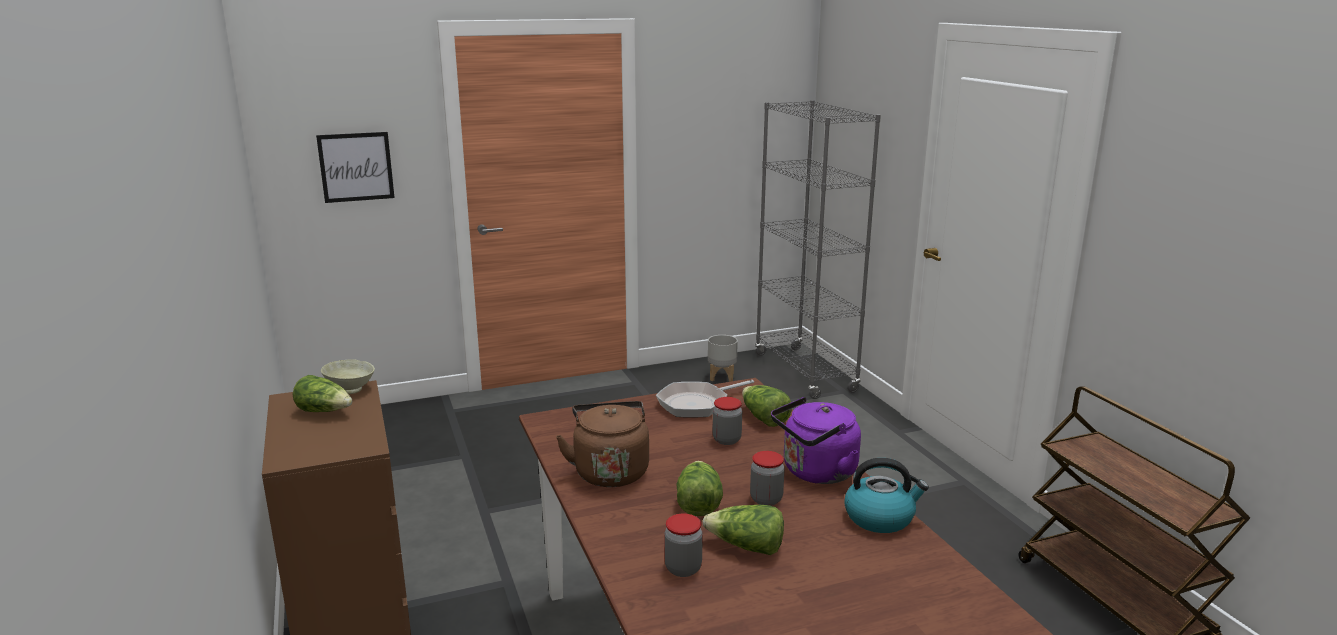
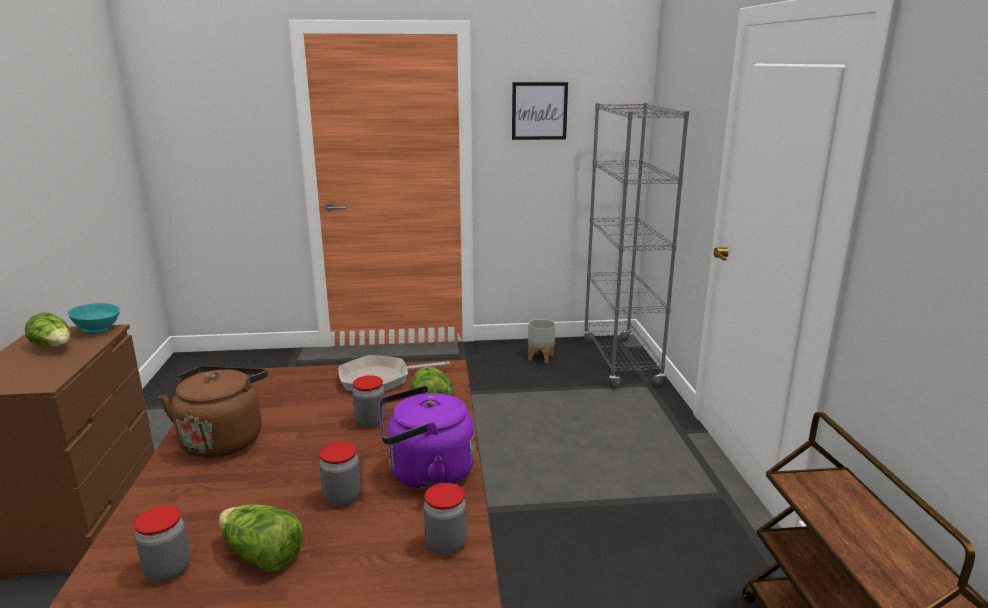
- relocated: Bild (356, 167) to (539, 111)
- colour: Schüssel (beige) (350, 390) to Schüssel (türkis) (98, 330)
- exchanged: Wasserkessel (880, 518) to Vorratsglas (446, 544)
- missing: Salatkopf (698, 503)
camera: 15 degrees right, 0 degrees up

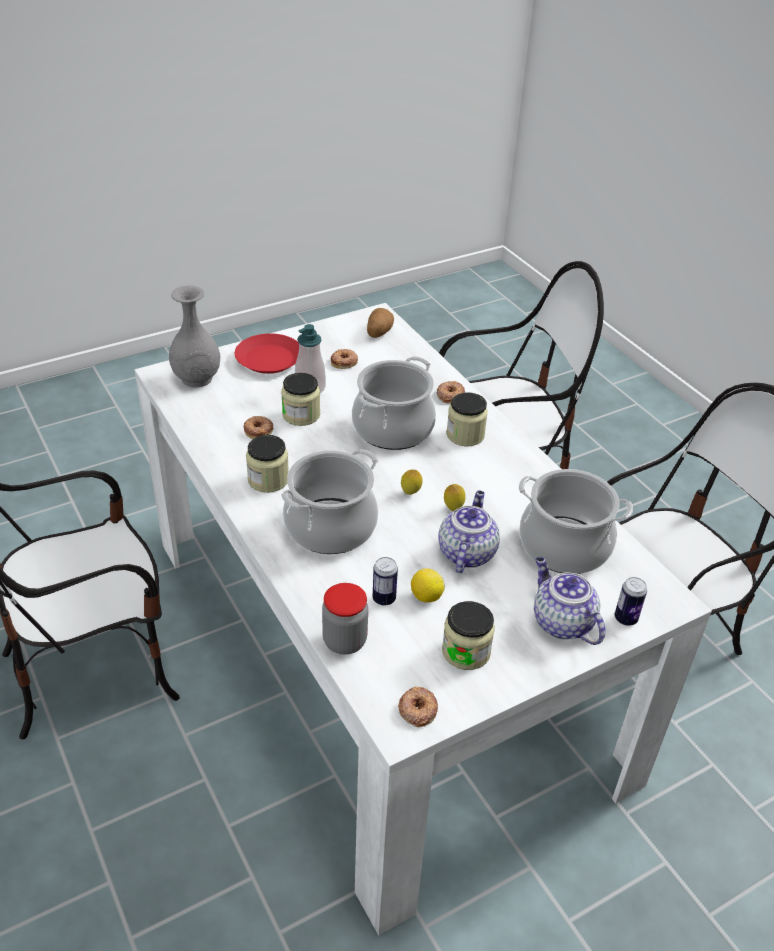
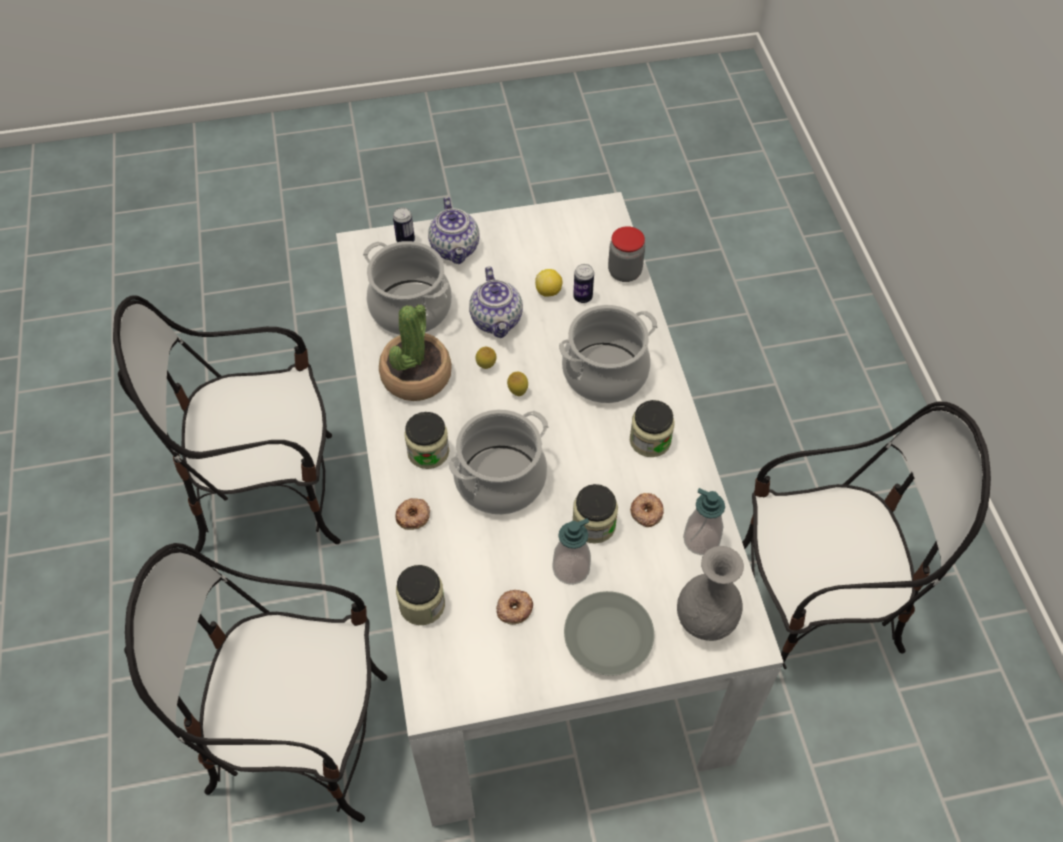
- missing: Kartoffel (378, 333)
- colour: Teller (rot) (270, 359) to Teller (grau) (607, 637)
- spun: Teekanne (466, 552) = (497, 321) 45 degrees counterclockwise
- relocated: Vorratsglas (466, 651) to (422, 605)
- missing: Donut (417, 709)
- appeared: Topfpflanze (416, 376)
- appeared: Seifenspender (701, 540)
camera: 160 degrees left, 15 degrees up

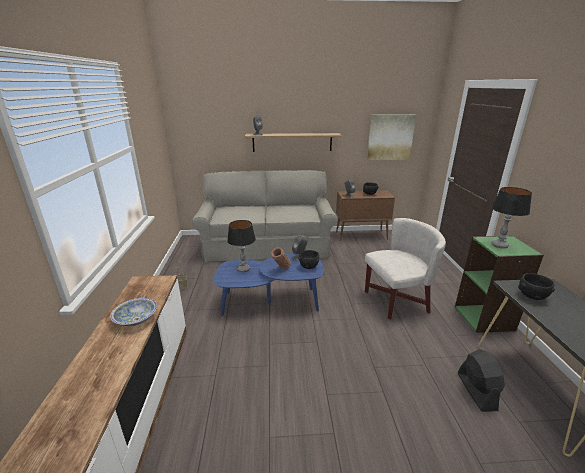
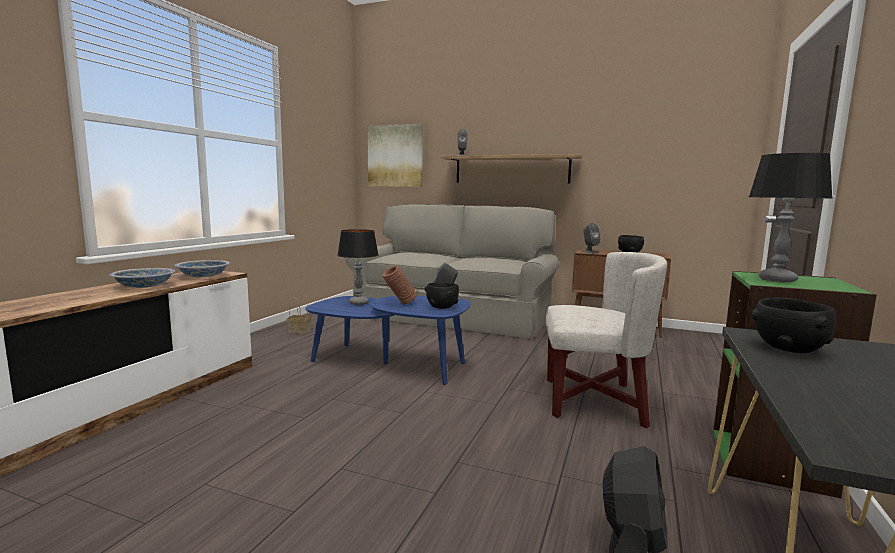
- relocated: Bild (390, 137) to (395, 156)
- appeared: Schüssel (203, 276)
camera: 25 degrees right, 15 degrees down

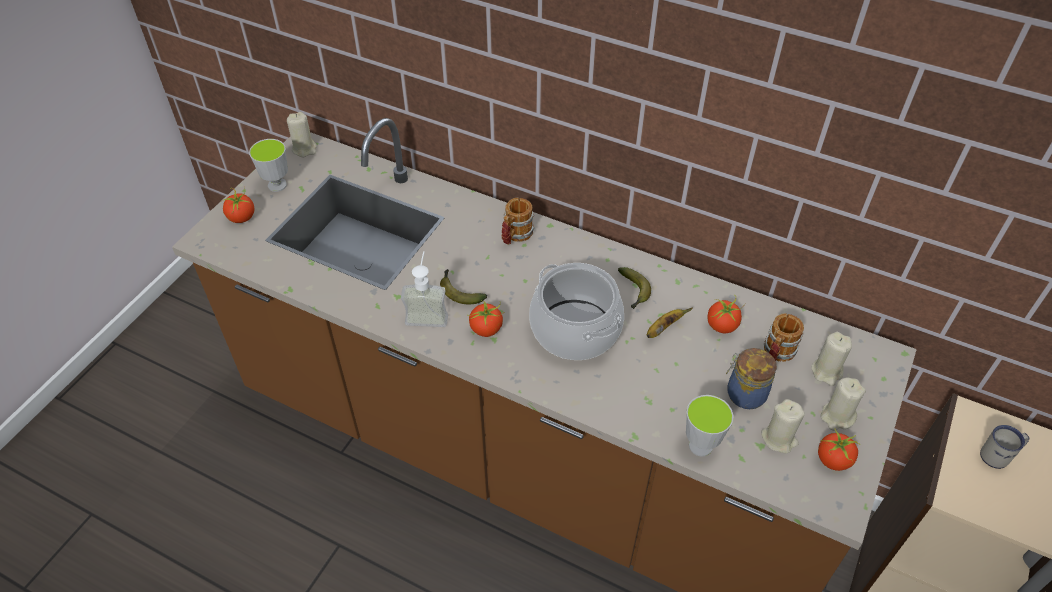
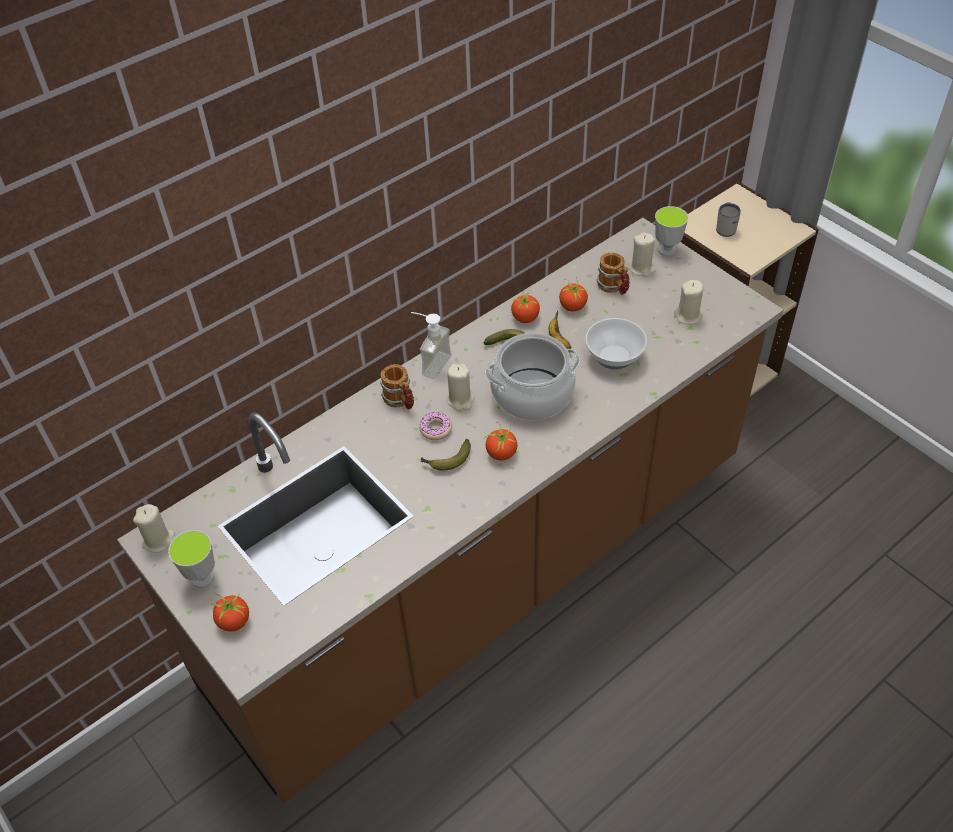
- relocated: Seifenspender (427, 313) to (430, 363)
- missing: Vorratsglas (744, 394)
- relocated: Kerze (beige) (837, 417) to (460, 400)
- relocated: Tasse (700, 446) to (667, 250)
- relocated: Tomate (833, 460) to (525, 318)
- appeared: Schüssel (614, 358)
- appeared: Donut (436, 429)
camera: 65 degrees left, 0 degrees up

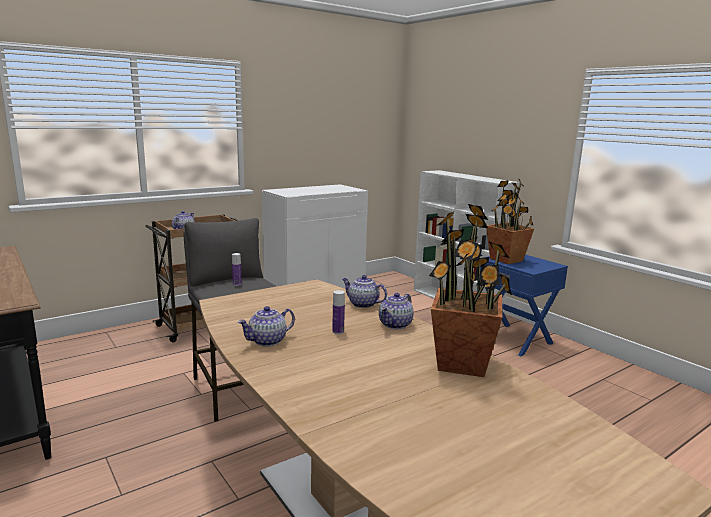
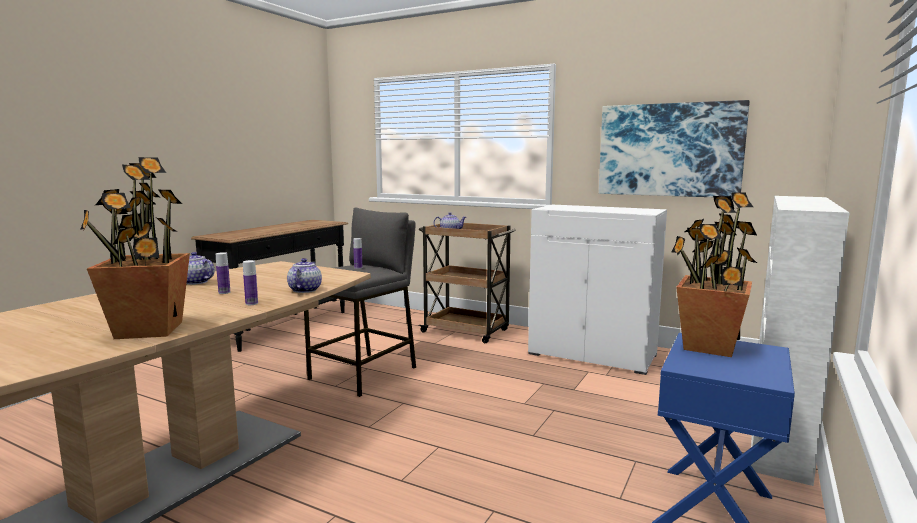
- exchanged: Teekanne (396, 324) to Flasche (251, 303)
- appeared: Bild (669, 150)
camera: 65 degrees right, 5 degrees down

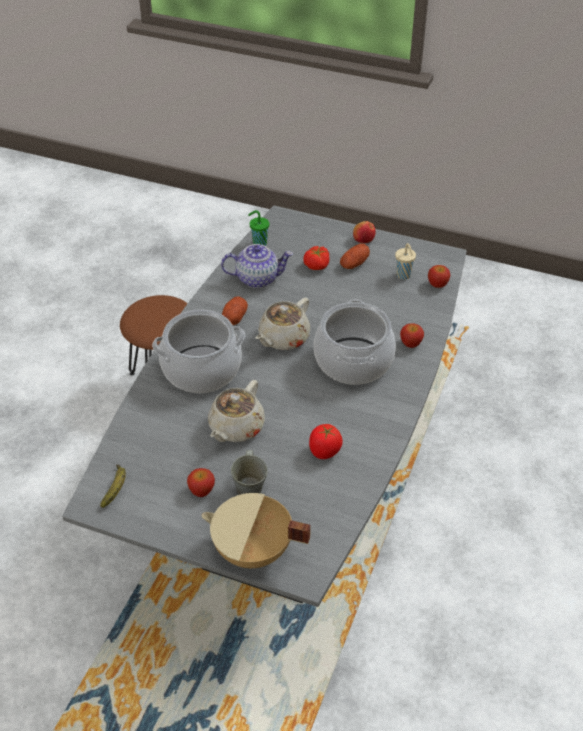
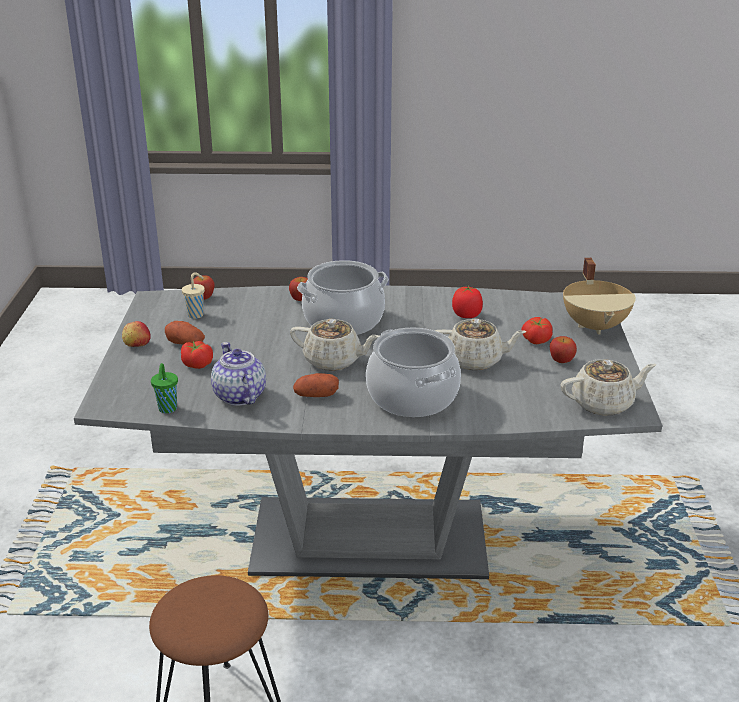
- exchanged: Henkelbecher (grau) (249, 487) to Tomate (535, 340)
- exchanged: Banane (116, 488) to Teekanne (beige) (603, 403)
camera: 110 degrees left, 15 degrees down

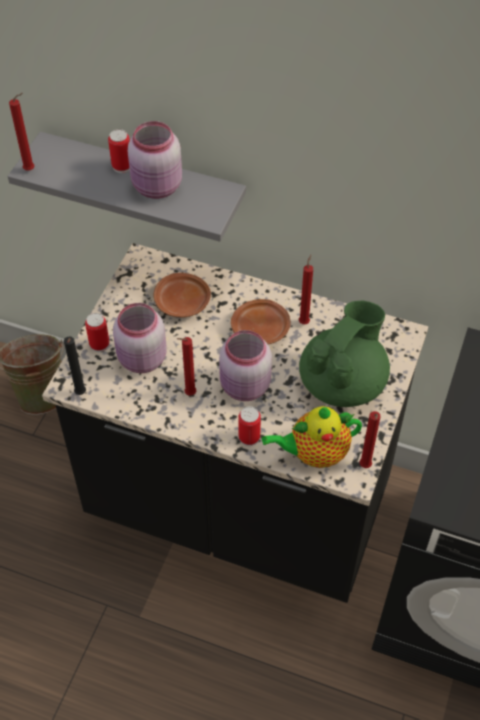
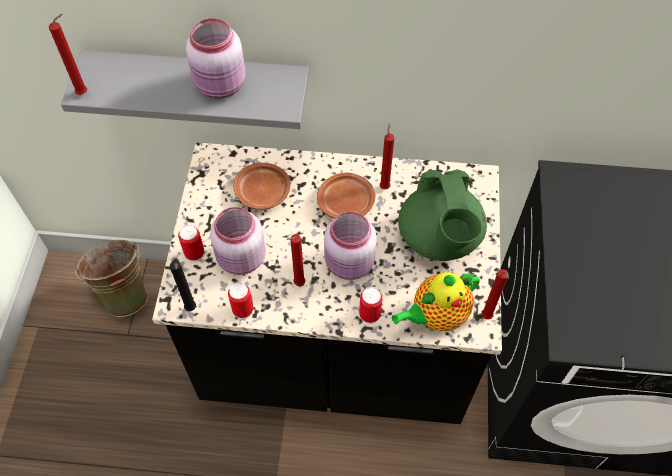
- relocated: Dose (122, 166) to (243, 309)
- spun: Teekanne (grün) (343, 382) = (439, 238) 150 degrees clockwise
camera: 15 degrees left, 5 degrees up

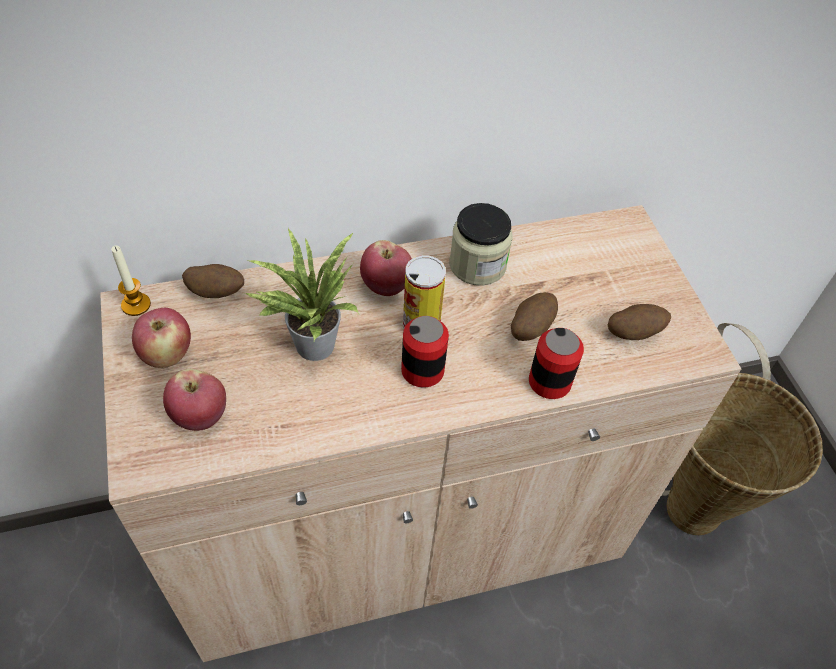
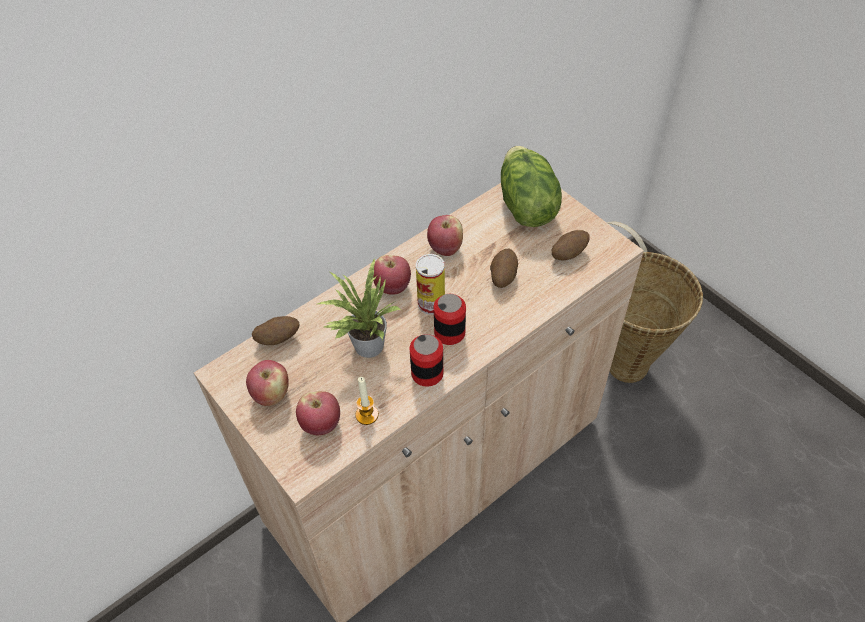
- exchanged: Vorratsglas (477, 265) to Apfel (445, 248)
- relocated: Kerze (136, 305) to (367, 415)
- relocated: Dose (549, 382) to (427, 373)
- appeared: Salatkopf (525, 206)
camera: 20 degrees left, 0 degrees up

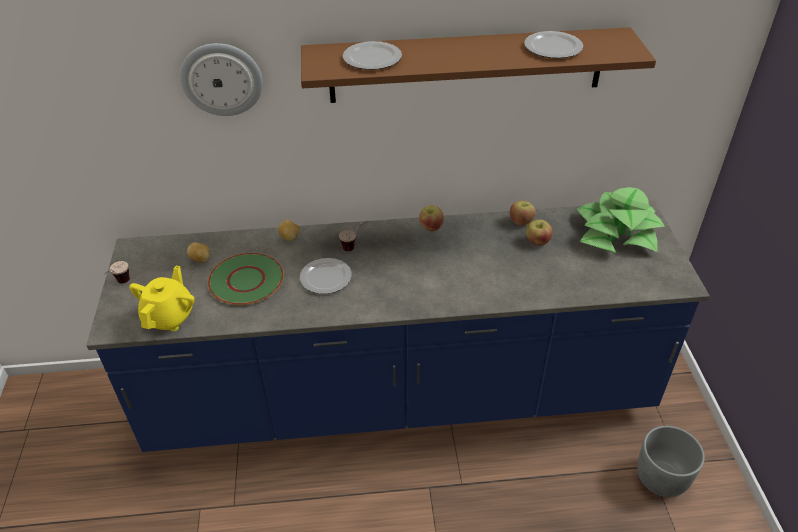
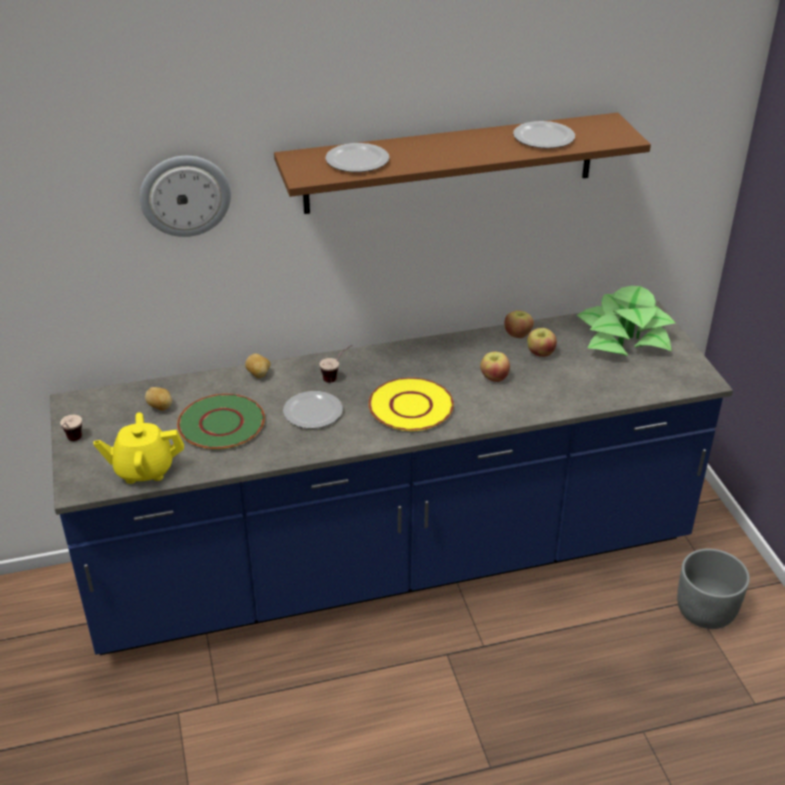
- relocated: Apfel (431, 227) to (494, 377)
- spun: Teekanne (gelb) (169, 317) = (144, 469) 105 degrees counterclockwise
- appeared: Teller (gelb) (411, 406)
camera: 10 degrees left, 5 degrees down

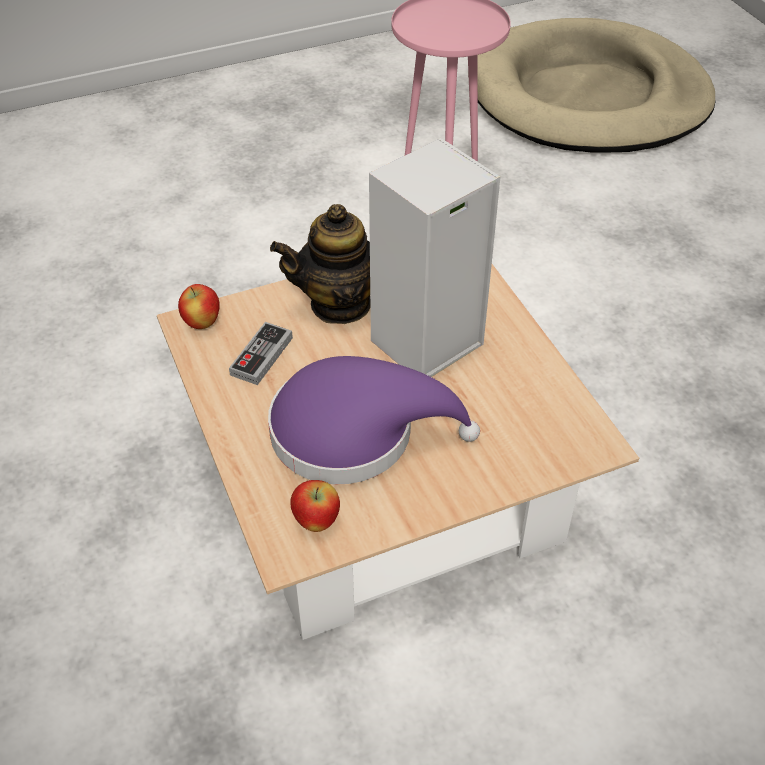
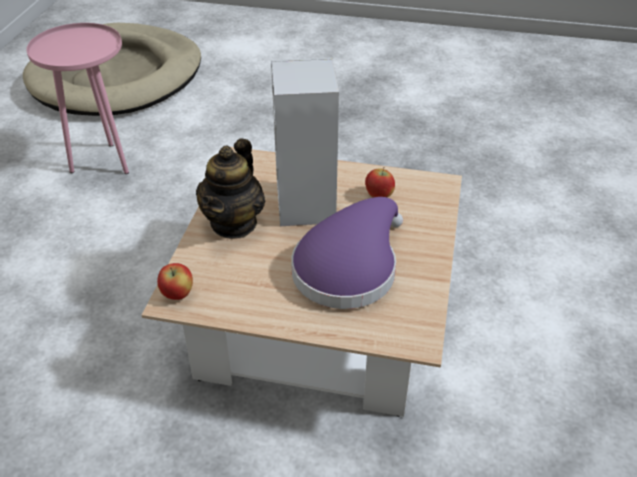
- missing: Gamepad (261, 356)
- relocated: Apfel (316, 521) to (379, 196)
camera: 55 degrees left, 5 degrees down

